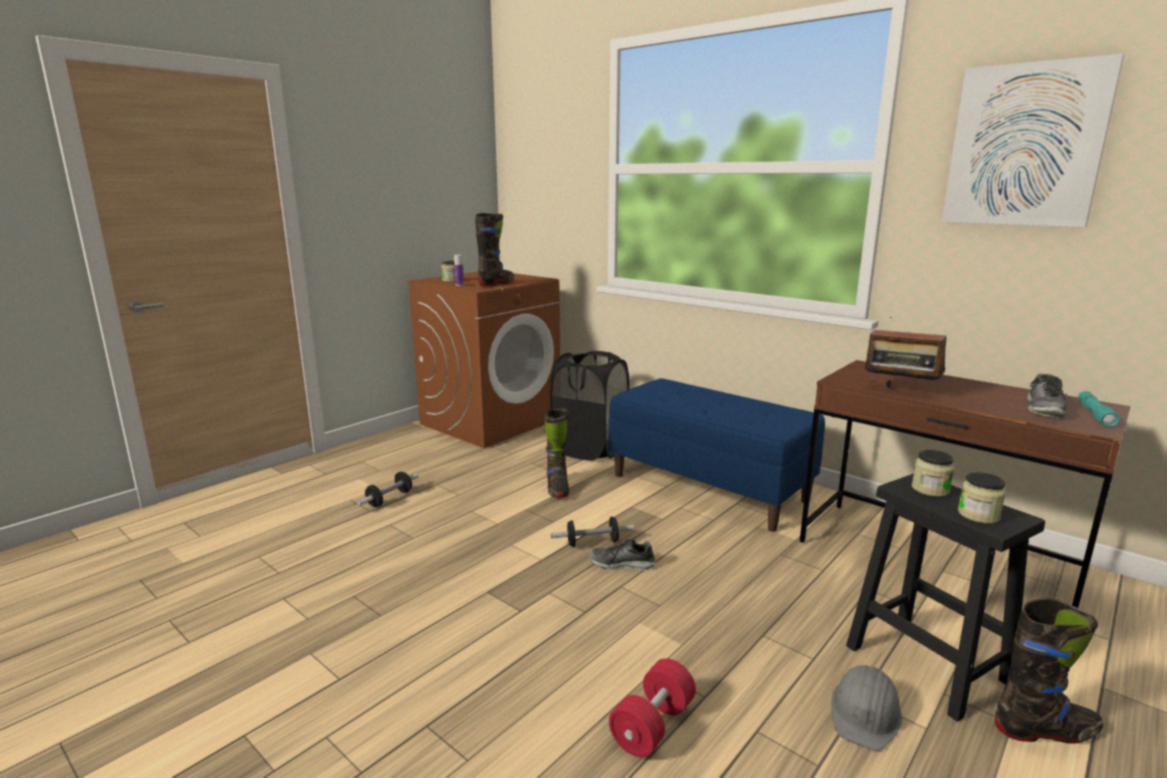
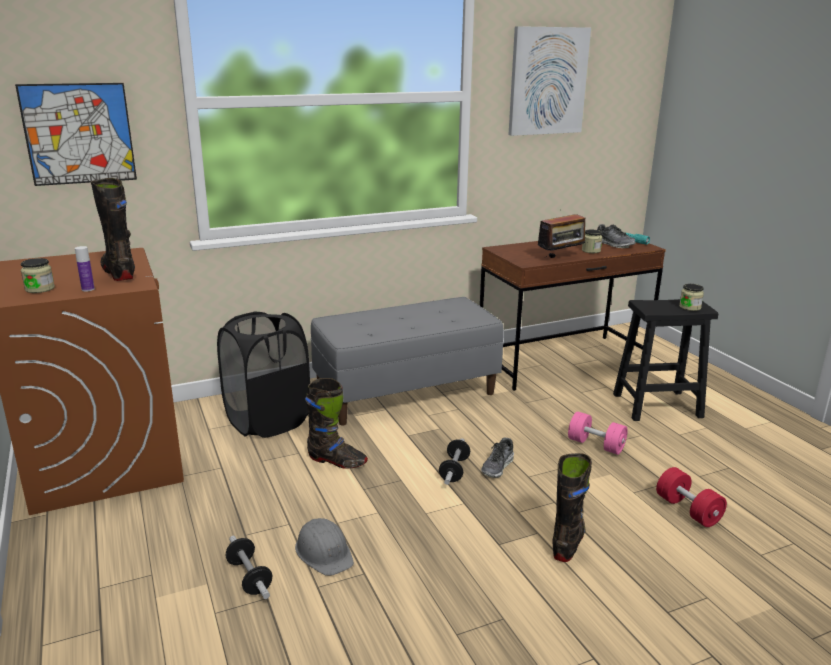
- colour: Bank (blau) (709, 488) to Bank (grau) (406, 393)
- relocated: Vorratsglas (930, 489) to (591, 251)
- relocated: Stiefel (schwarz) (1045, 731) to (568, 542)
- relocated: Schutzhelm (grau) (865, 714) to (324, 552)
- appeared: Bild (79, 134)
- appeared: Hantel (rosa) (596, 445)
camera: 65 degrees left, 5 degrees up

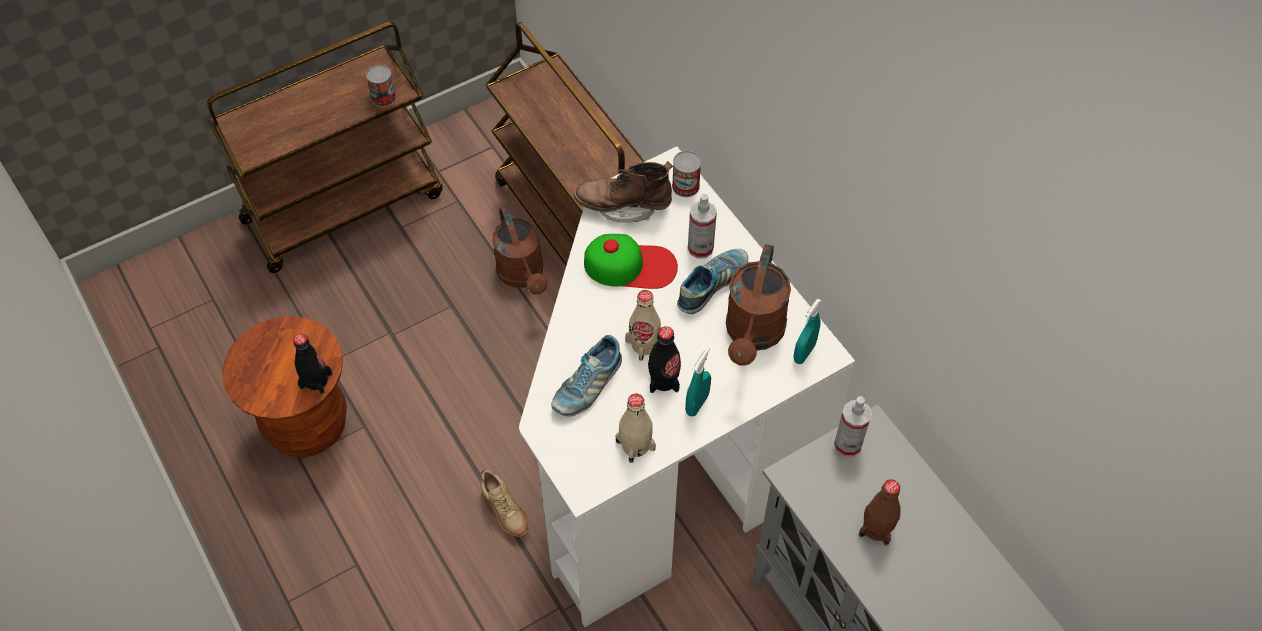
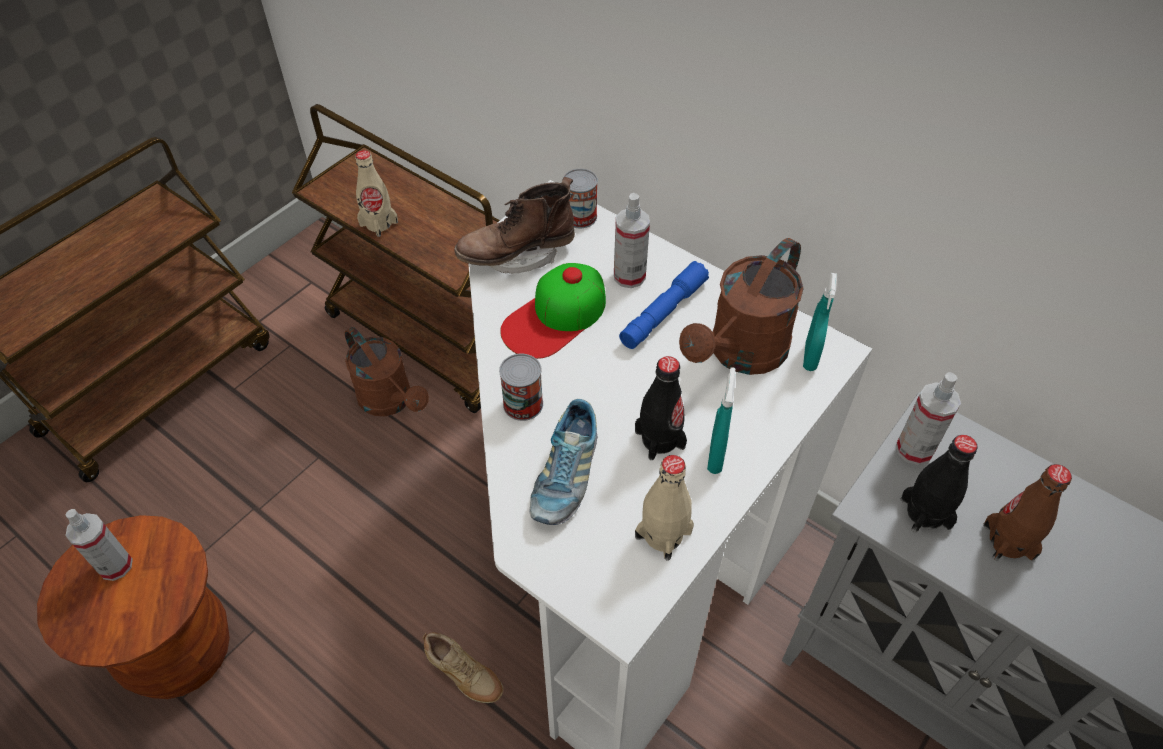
- relocated: Dose (383, 97) to (523, 404)
- spun: Kappe (630, 265) = (555, 317) 150 degrees clockwise
- spun: Gießkanne (braun) (753, 335) = (740, 354) 45 degrees clockwise
- exchanged: Schuh (712, 285) to Taschenlampe (blau) (663, 313)
- relocated: Flasche (beige) (644, 344) to (378, 223)
- relocated: Flasche (schwarz) (316, 381) to (925, 513)
- appeared: Sprühflasche (115, 565)
camera: 20 degrees left, 5 degrees down

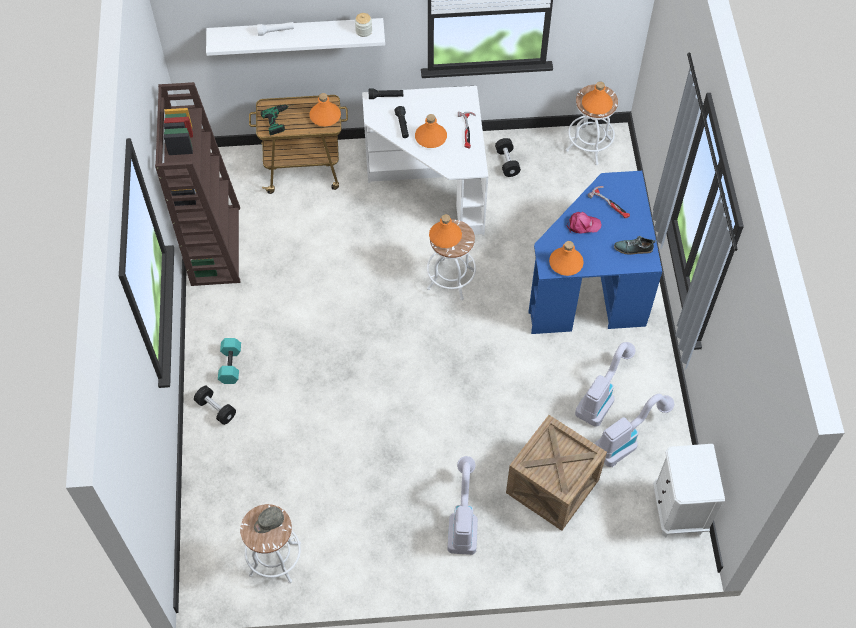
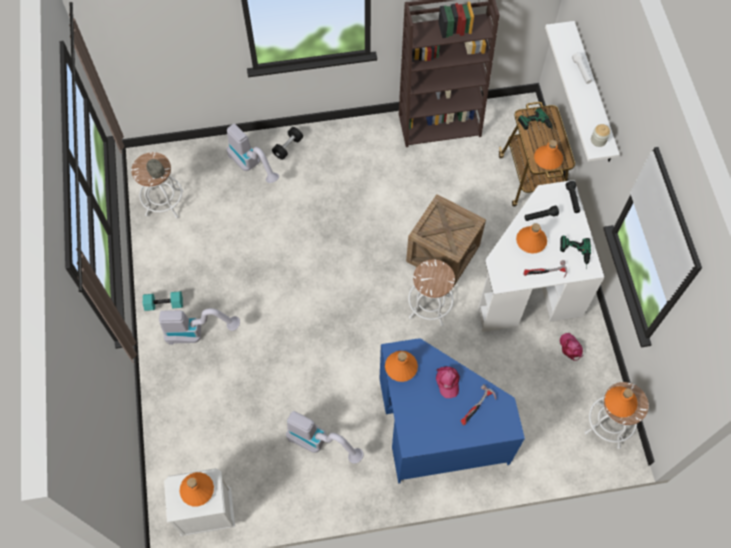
- exchanged: Hantel (schwarz) (507, 162) to Kappe (rosa) (571, 347)
- relocated: Flasche (orange) (445, 236) to (197, 490)
- missing: Schuh (633, 249)
- relocated: Hantel (türkis) (230, 365) to (164, 303)
- relocated: Staubsauger (626, 439) to (252, 166)
- relocated: Kiste (552, 486) to (443, 253)
- appeared: Bohrmaschine (575, 254)
camera: 85 degrees right, 5 degrees up

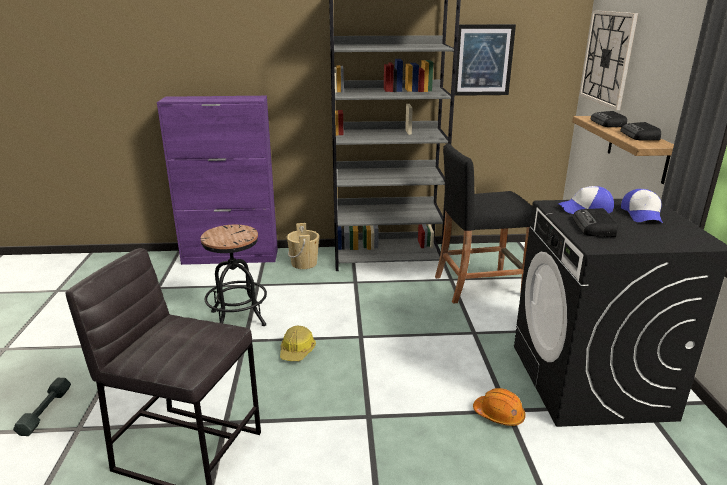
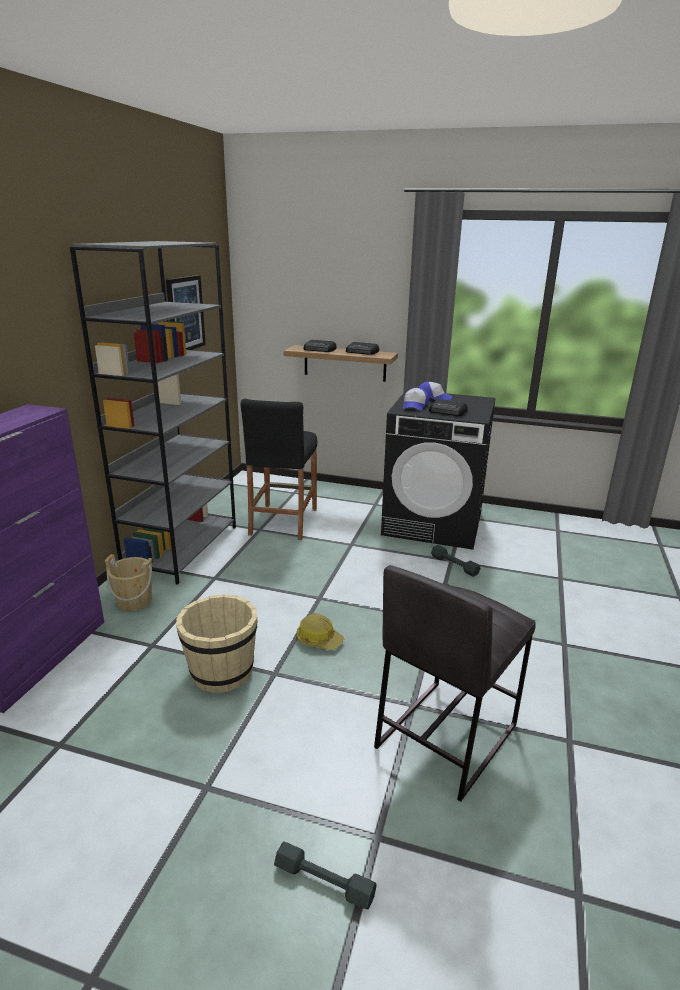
- missing: Wanduhr (607, 58)
- exchanged: Hocker (schwarz) (238, 318) to Eimer (beige) (221, 672)
- exchanged: Schutzhelm (orange) (499, 415) to Hantel (grau) (454, 565)
camera: 70 degrees left, 0 degrees up

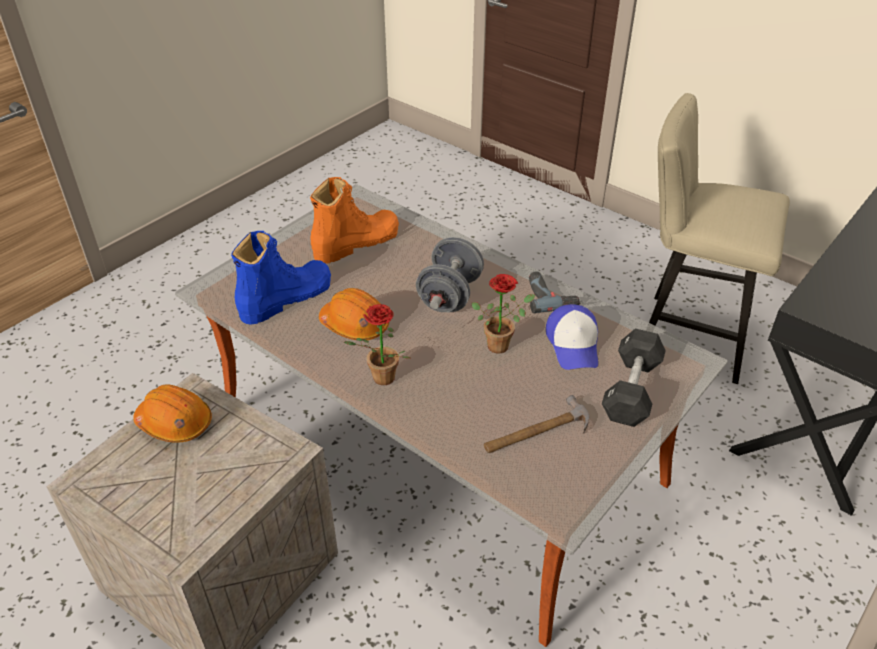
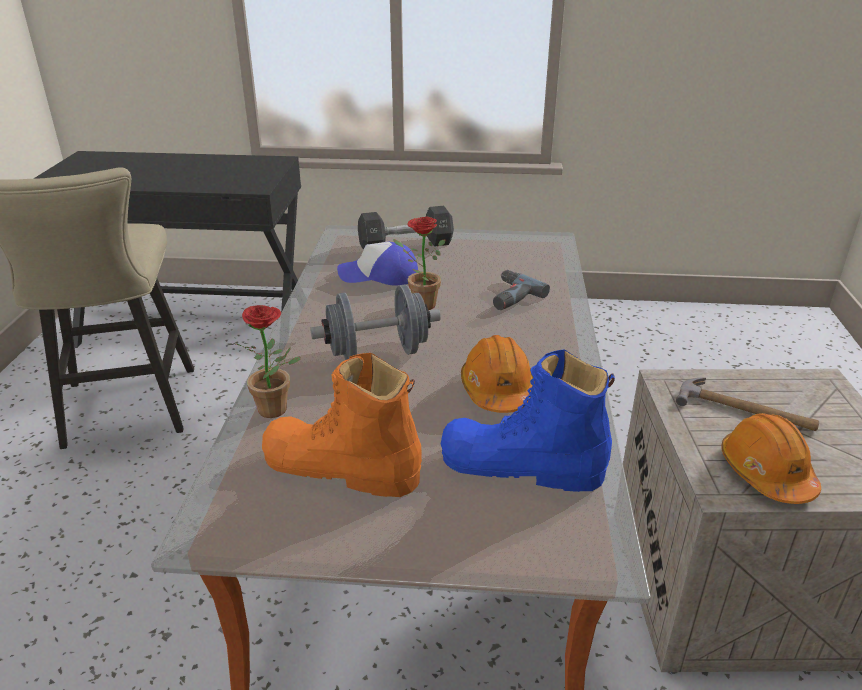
- relocated: Bohrmaschine (550, 296) to (509, 296)
- relocated: Topfpflanze (379, 380) to (278, 410)
- spun: Kappe (573, 344) = (379, 275) 135 degrees counterclockwise
- relocated: Hammer (536, 432) to (746, 410)
camera: 125 degrees left, 10 degrees down

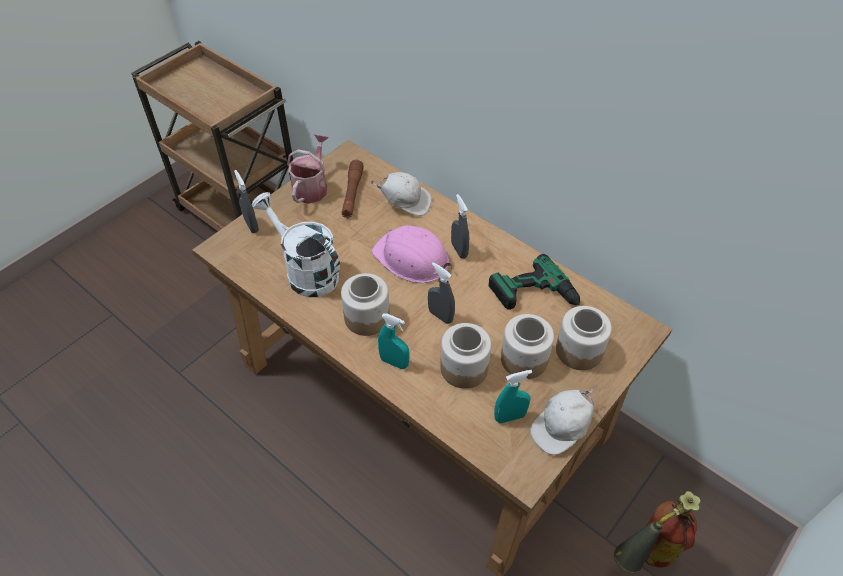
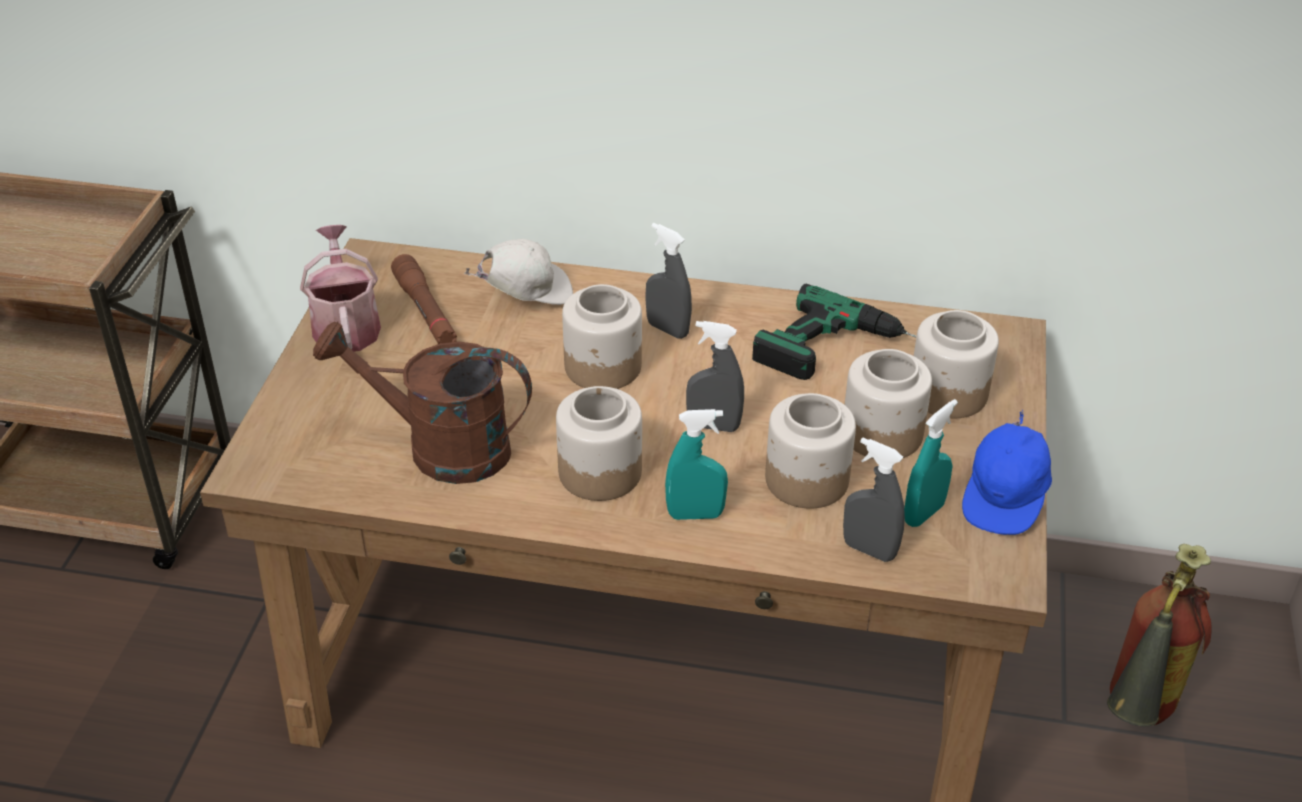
- relocated: Sprühflasche (grau) (251, 225) to (869, 550)
- colour: Gießkanne (weiß) (305, 271) to Gießkanne (braun) (440, 448)
- exchanged: Schutzhelm (rosa) (412, 259) to Vorratsglas (603, 367)
- colour: Kappe (weiß) (562, 429) to Kappe (blau) (1005, 498)
camera: 30 degrees left, 10 degrees down

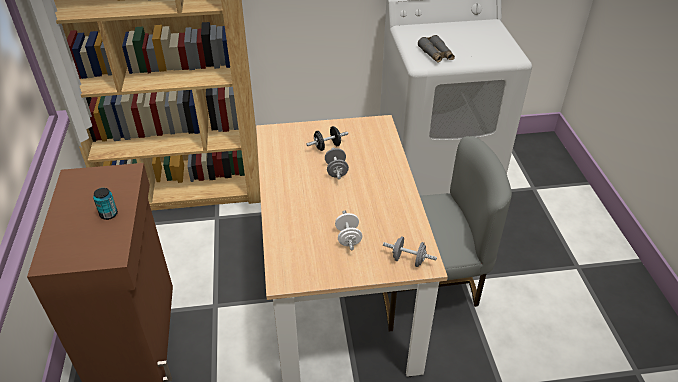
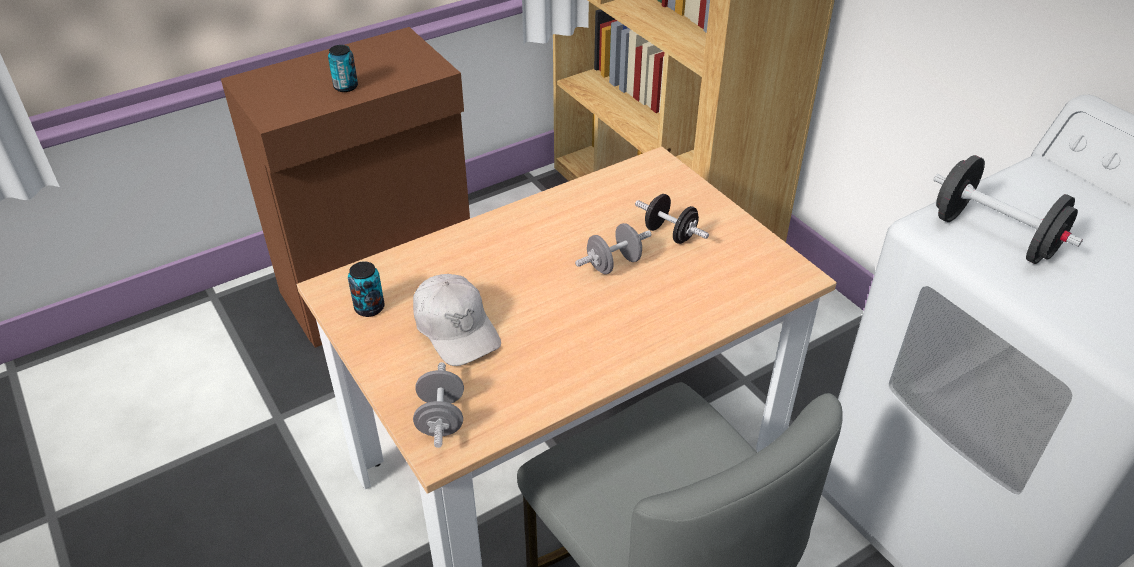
- exchanged: Fernglas (grau) (436, 55) to Hantel (schwarz) (993, 236)
- exchanged: Hantel (weiß) (348, 238) to Kappe (weiß) (456, 329)
- appeared: Dose (369, 308)
camera: 65 degrees right, 0 degrees up

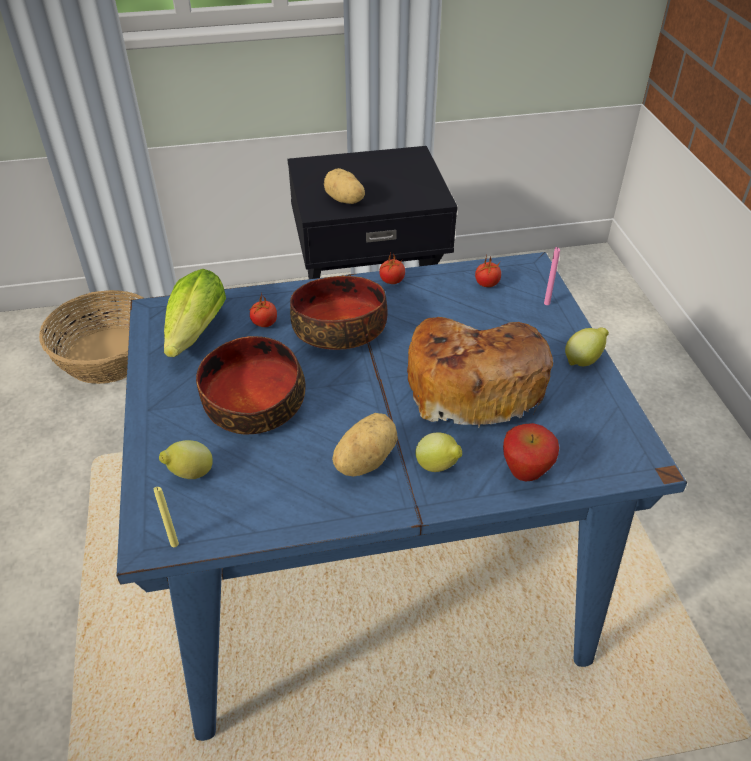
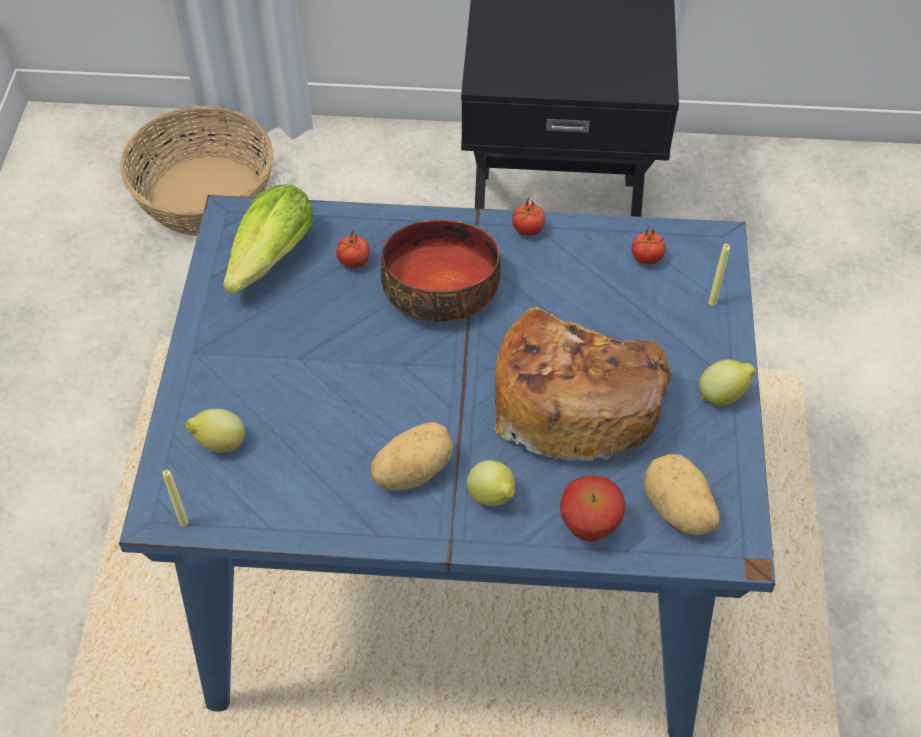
- relocated: Kartoffel (344, 200) to (677, 510)
- colour: Kerze (rosa) (547, 303) to Kerze (gelb) (712, 303)
- missing: Schüssel (253, 401)
camera: 15 degrees right, 10 degrees up

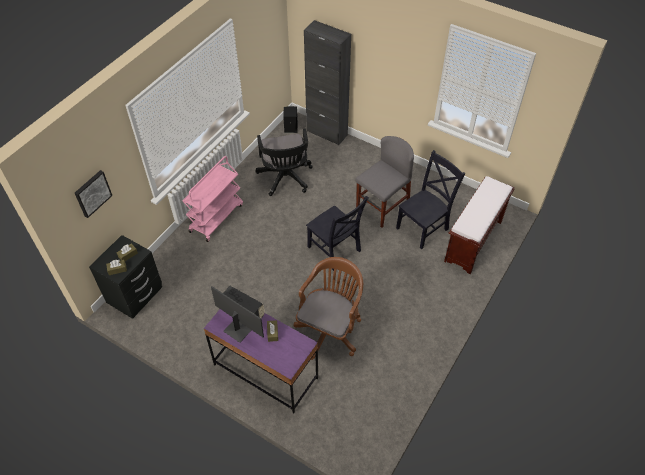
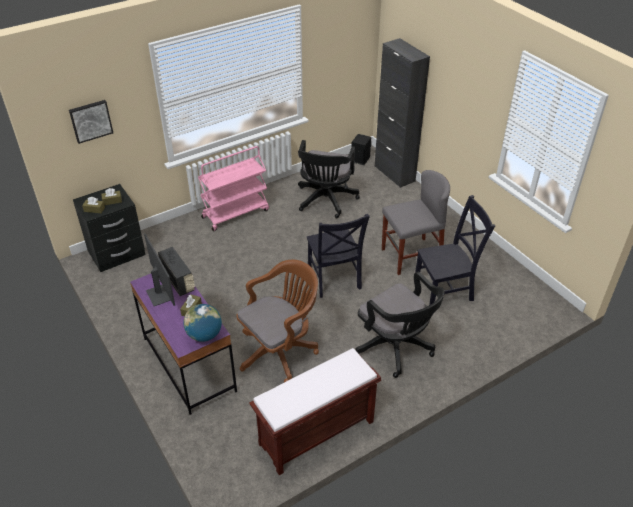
- relocated: Bank (braun) (473, 242) to (316, 434)
- appeared: Bürostuhl (schwarz) (396, 348)
- appeared: Globus (204, 335)
camera: 25 degrees right, 10 degrees down

